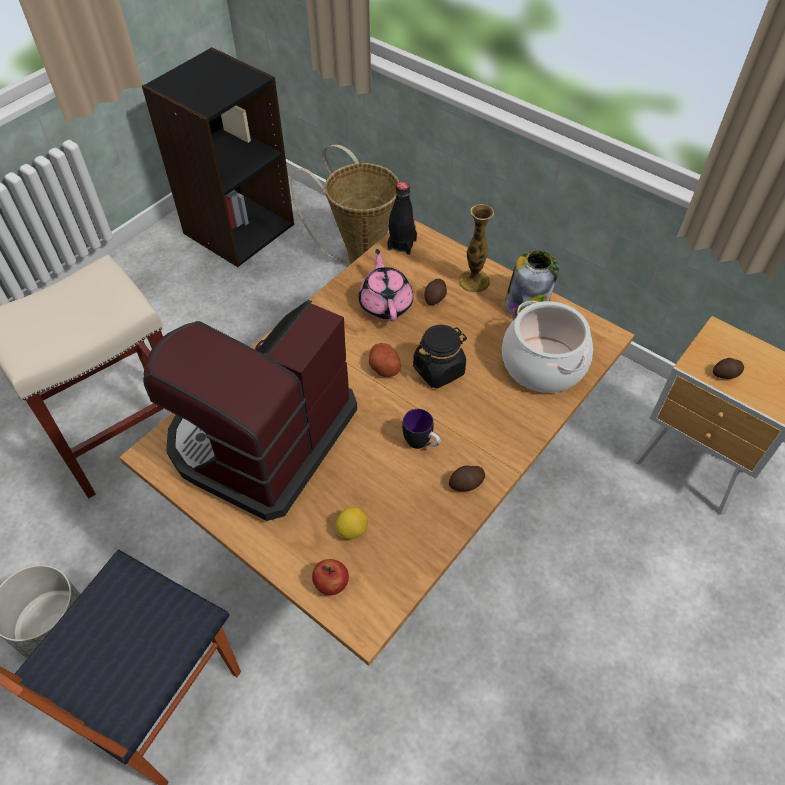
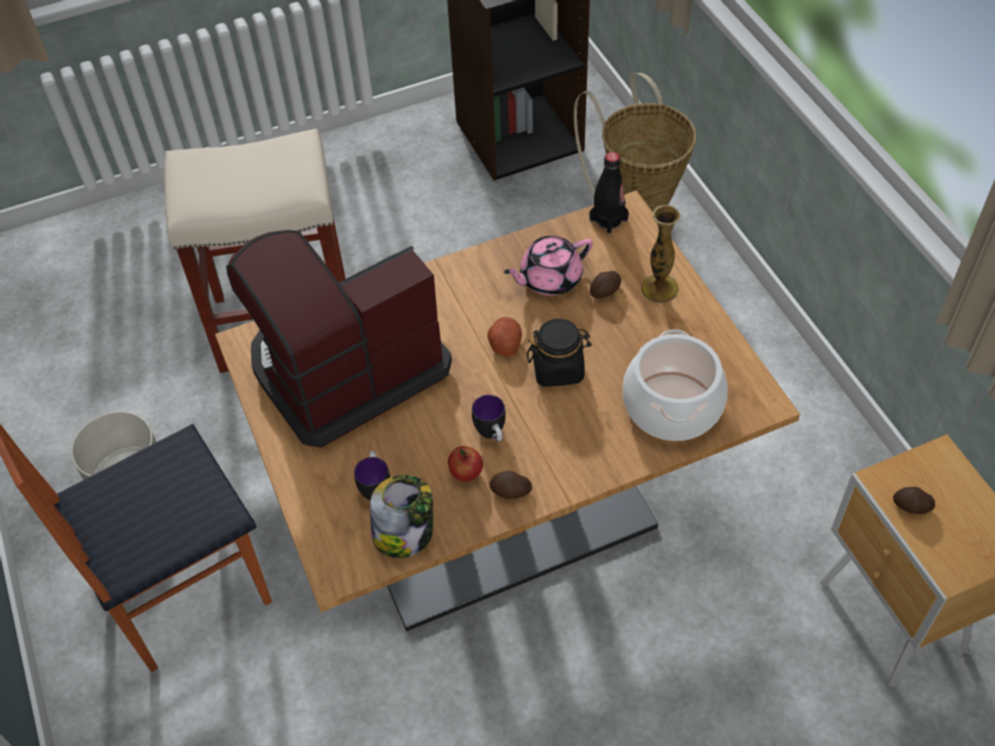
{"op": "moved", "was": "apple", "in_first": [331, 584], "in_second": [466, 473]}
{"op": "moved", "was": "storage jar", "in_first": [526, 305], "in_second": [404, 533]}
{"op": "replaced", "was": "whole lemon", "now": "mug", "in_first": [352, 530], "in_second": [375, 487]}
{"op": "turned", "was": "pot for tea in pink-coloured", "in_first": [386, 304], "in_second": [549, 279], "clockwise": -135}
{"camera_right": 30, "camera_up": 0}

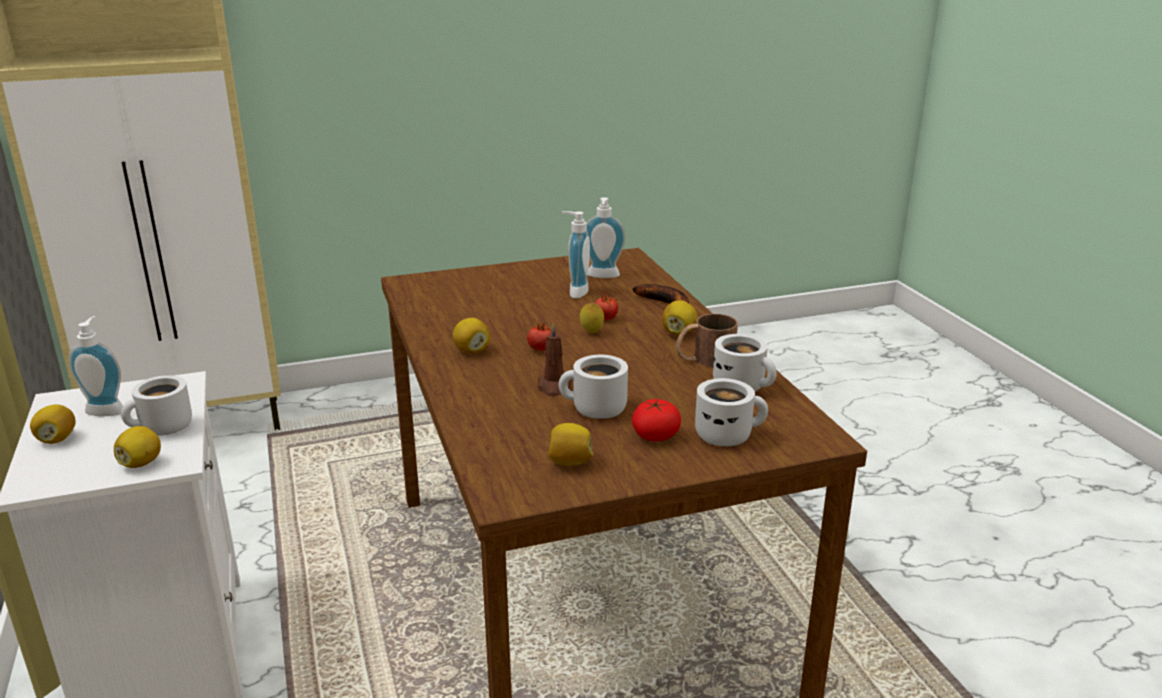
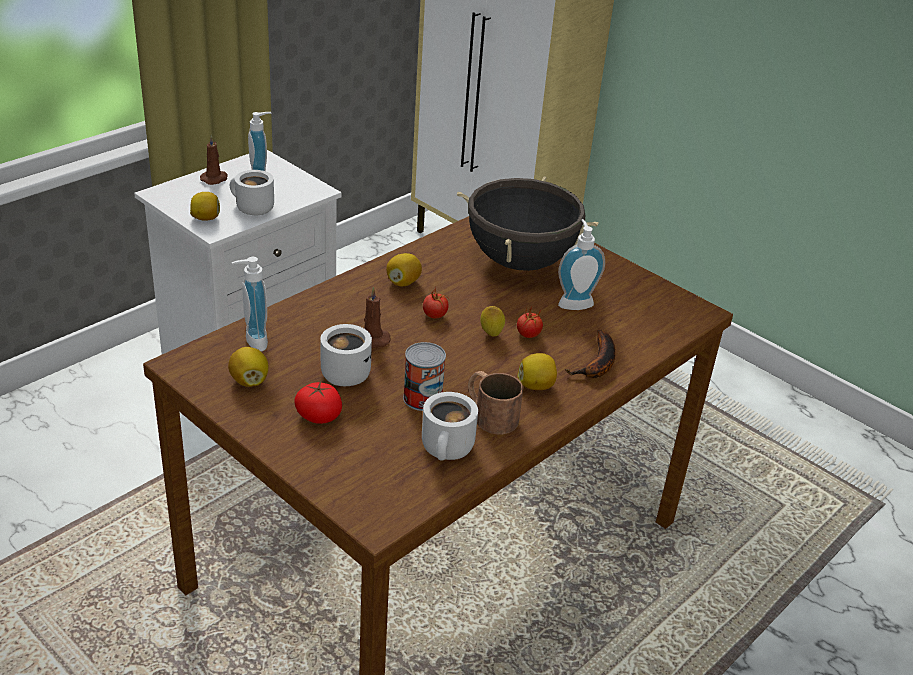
{"op": "removed", "was": "mug in white-coloured", "in_first": [727, 434]}
{"op": "added", "now": "sealed can", "in_second": [422, 398]}
{"op": "added", "now": "cooking pot in black", "in_second": [520, 262]}
{"op": "moved", "was": "soap bottle", "in_first": [603, 276], "in_second": [252, 341]}
{"op": "replaced", "was": "whole lemon", "now": "wax candle in brown-coloured", "in_first": [57, 439], "in_second": [215, 179]}
{"camera_right": 60, "camera_up": 10}

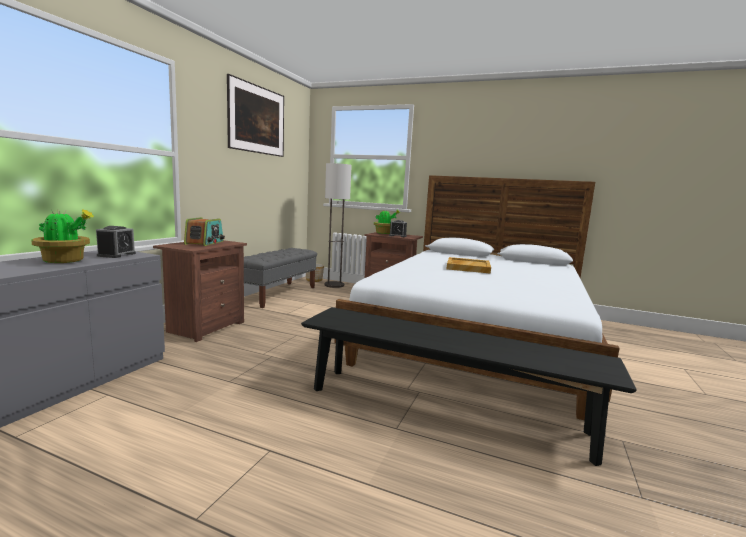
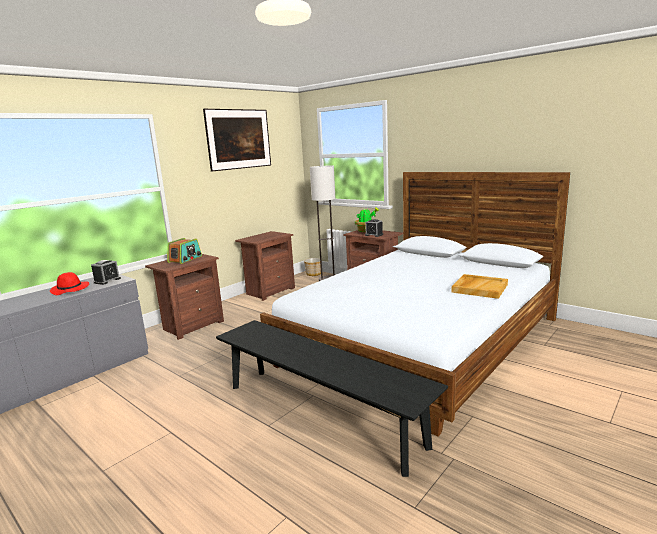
{"op": "moved", "was": "serving tray in sand-coloured", "in_first": [467, 267], "in_second": [479, 288]}
{"op": "replaced", "was": "plant in a pot", "now": "hat in red", "in_first": [65, 261], "in_second": [70, 290]}
{"op": "replaced", "was": "indoor bench in greyish", "now": "night table in brown-coloured", "in_first": [277, 294], "in_second": [269, 291]}
{"camera_right": 20, "camera_up": 5}

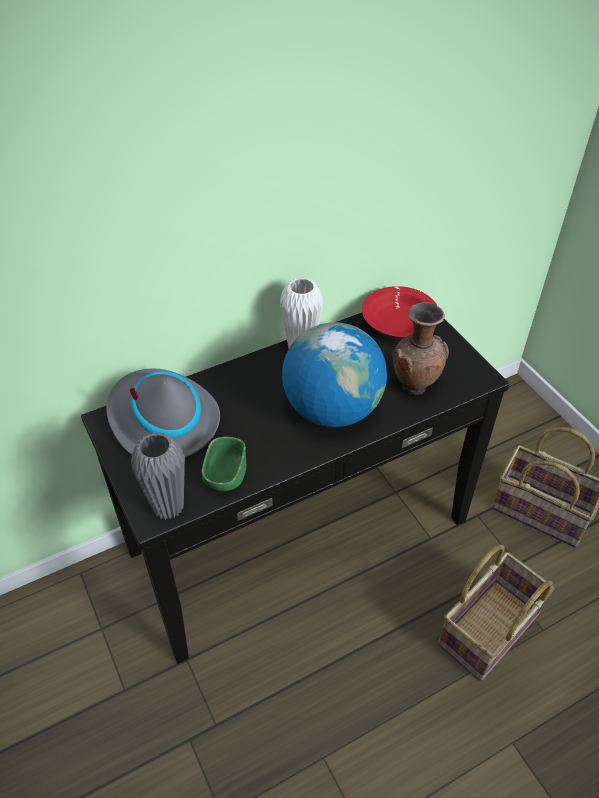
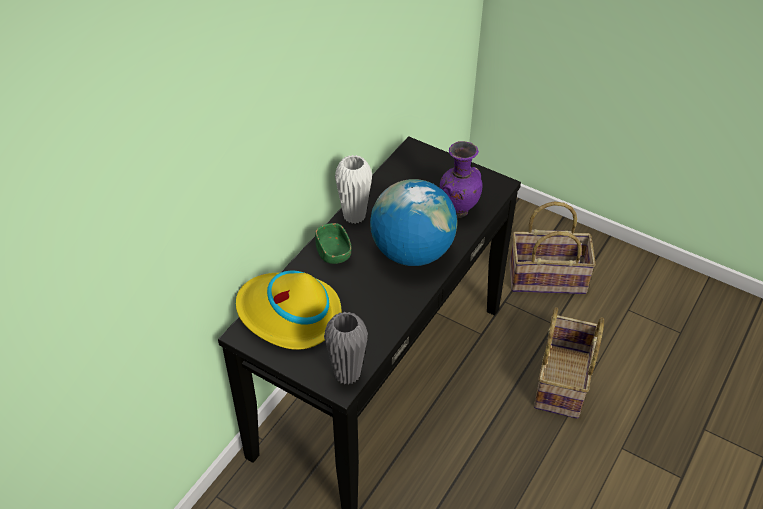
{"op": "removed", "was": "serving bowl in red", "in_first": [399, 321]}
{"op": "moved", "was": "serving bowl in green", "in_first": [225, 475], "in_second": [334, 253]}
{"op": "recoloured", "was": "hat in greyish", "now": "hat in yellow", "in_first": [162, 420], "in_second": [289, 315]}
{"op": "recoloured", "was": "decorative vase in brown-coloured", "now": "decorative vase in purple-coloured", "in_first": [414, 386], "in_second": [458, 210]}
{"camera_right": -30, "camera_up": 0}

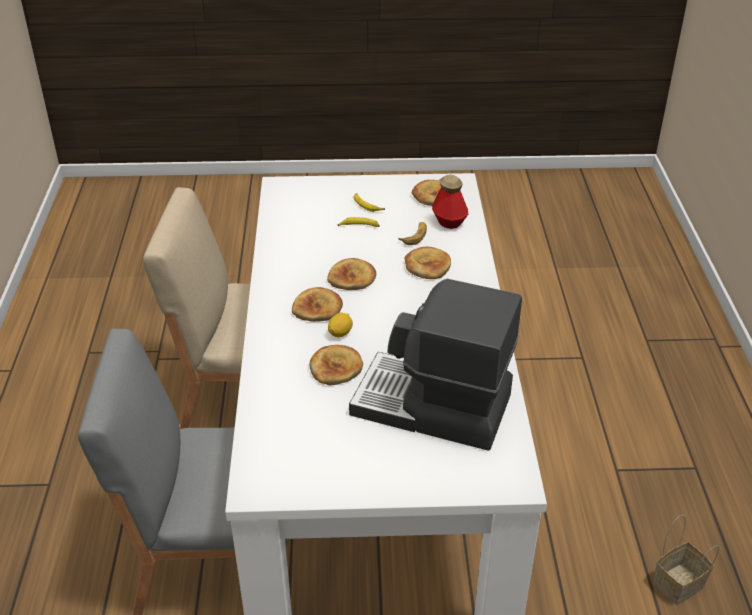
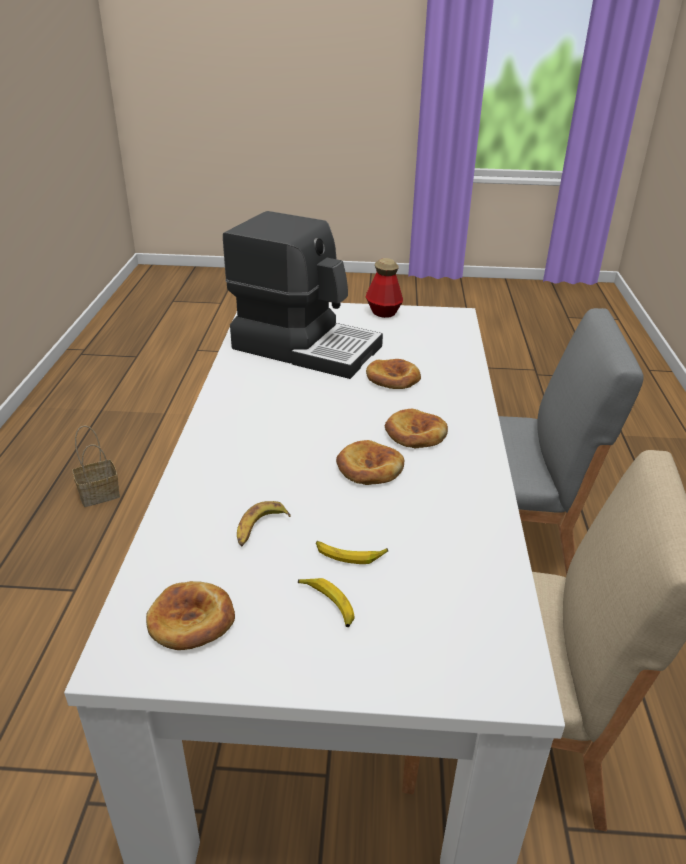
{"op": "removed", "was": "whole lemon", "in_first": [340, 333]}
{"op": "removed", "was": "baked bread", "in_first": [427, 266]}
{"op": "moved", "was": "bottle", "in_first": [449, 222], "in_second": [383, 312]}
{"camera_right": -175, "camera_up": -5}

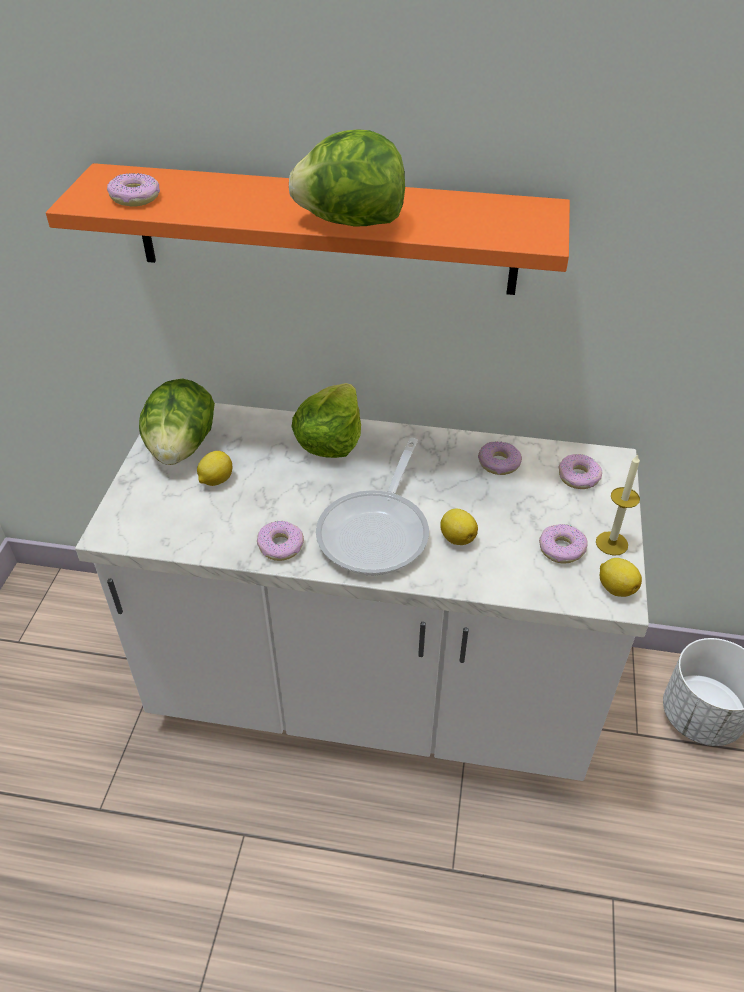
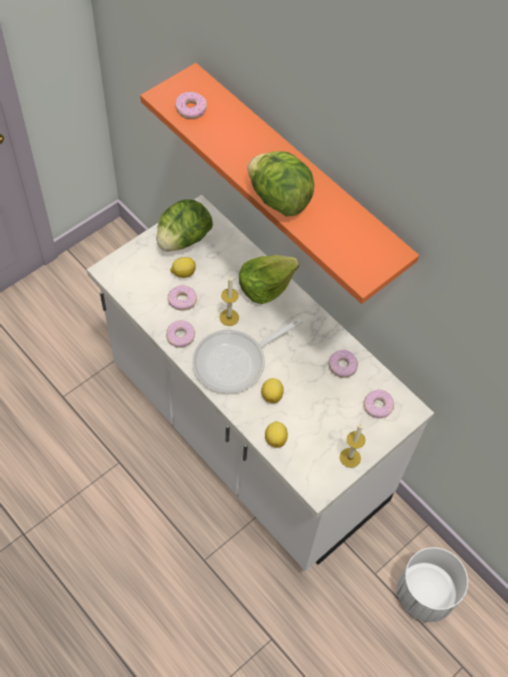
{"op": "added", "now": "wax candle", "in_second": [229, 317]}
{"op": "moved", "was": "ring doughnut", "in_first": [561, 549], "in_second": [182, 300]}
{"op": "moved", "was": "whole lemon", "in_first": [615, 588], "in_second": [276, 438]}
{"camera_right": 35, "camera_up": 15}

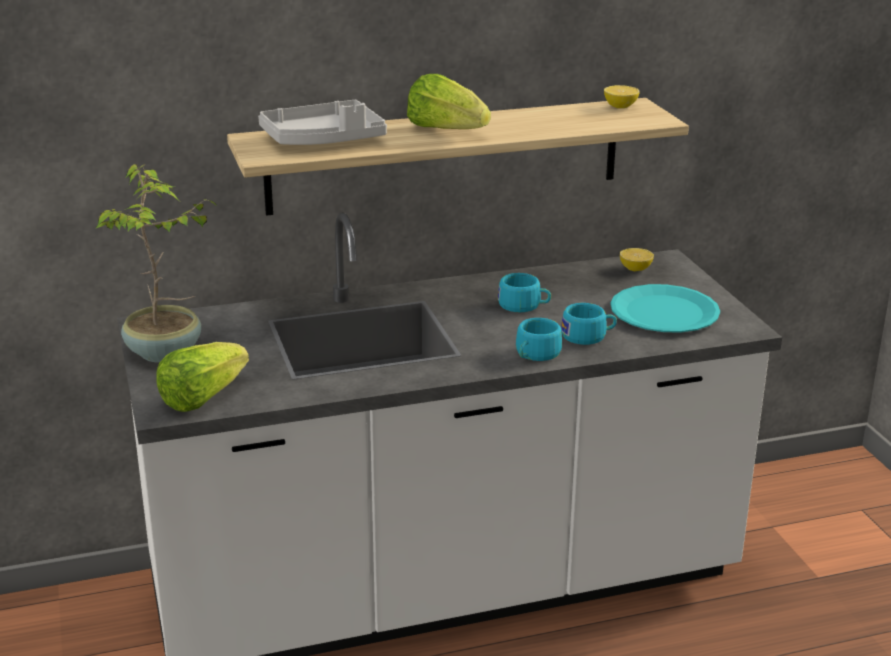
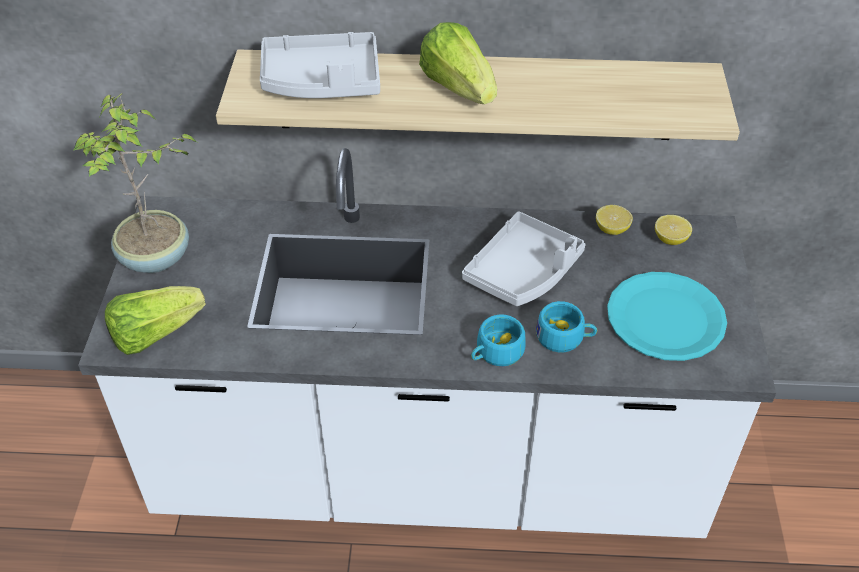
{"op": "moved", "was": "whole lemon", "in_first": [620, 106], "in_second": [611, 229]}
{"op": "replaced", "was": "small cup in turquoise", "now": "serving tray in greyish", "in_first": [524, 306], "in_second": [523, 272]}
{"camera_right": 20, "camera_up": 20}

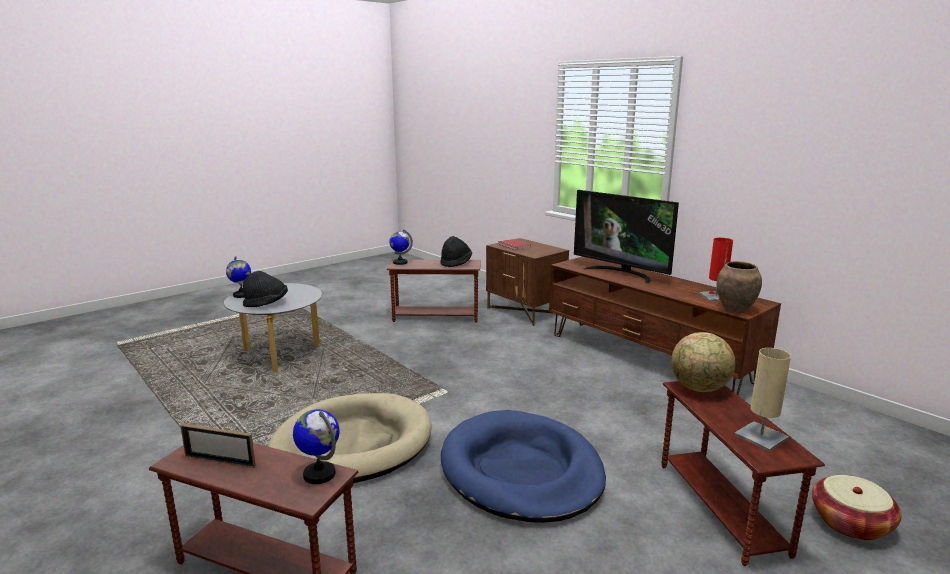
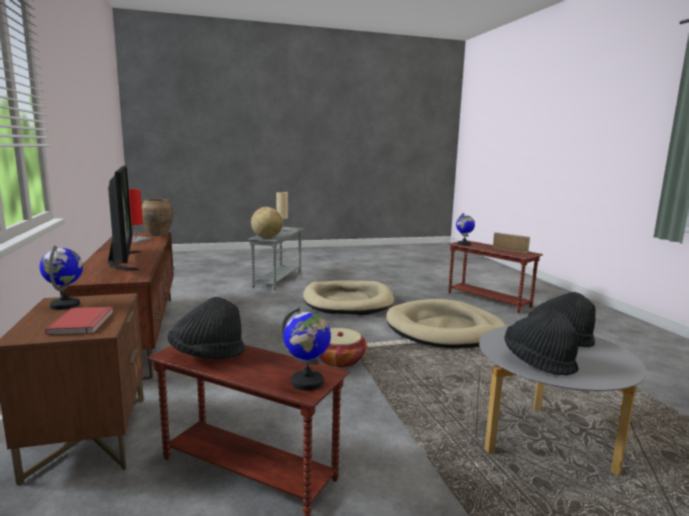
{"op": "added", "now": "hat in black", "in_second": [538, 362]}
{"op": "moved", "was": "globe", "in_first": [241, 295], "in_second": [65, 305]}
{"op": "moved", "was": "basket", "in_first": [850, 523], "in_second": [339, 360]}
{"op": "recoloured", "was": "pet bed in bluish", "now": "pet bed in sand-coloured", "in_first": [521, 471], "in_second": [347, 301]}
{"op": "recoloured", "was": "accent table in brown-coloured", "now": "accent table in greyish", "in_first": [719, 508], "in_second": [278, 279]}
{"camera_right": -155, "camera_up": -5}

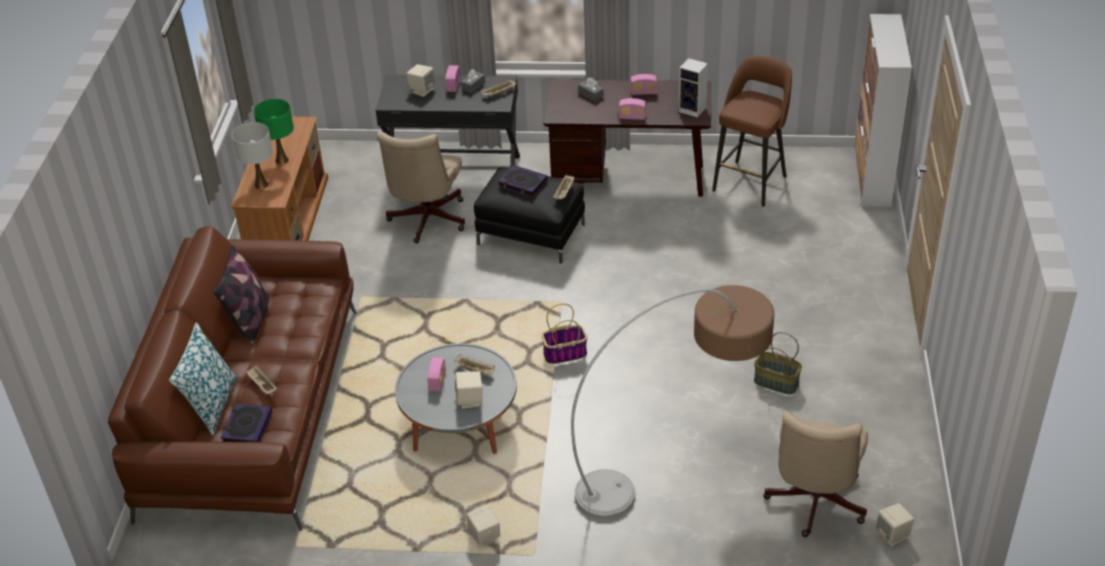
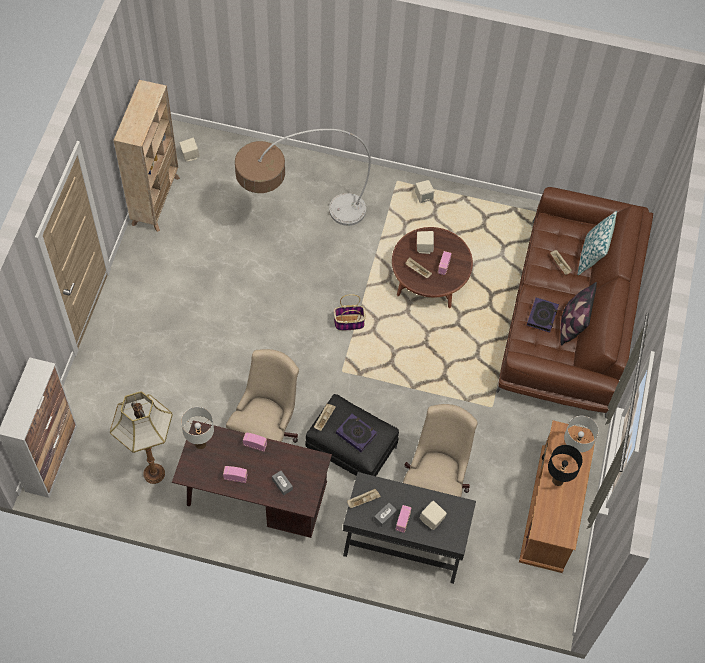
{"op": "removed", "was": "basket", "in_first": [775, 383]}
{"op": "added", "now": "shelving unit in sand-coloured", "in_second": [156, 200]}
{"op": "moved", "was": "volume", "in_first": [247, 428], "in_second": [542, 316]}
{"op": "moved", "was": "desk chair in sand-coloured", "in_first": [813, 504], "in_second": [266, 430]}
{"op": "replaced", "was": "audio speaker", "now": "lamp for a table in white-coloured", "in_first": [693, 109], "in_second": [200, 444]}
{"op": "replaced", "was": "sitting stool in brown-coloured", "now": "standing lamp", "in_first": [751, 182], "in_second": [153, 474]}
{"op": "recoloured", "was": "lamp for a table in green", "now": "lamp for a table in black", "in_first": [282, 161], "in_second": [558, 480]}
{"op": "recoloured", "was": "lounge table in greyish", "now": "lounge table in brown-coloured", "in_first": [460, 422], "in_second": [429, 279]}
{"camera_right": -175, "camera_up": 20}

